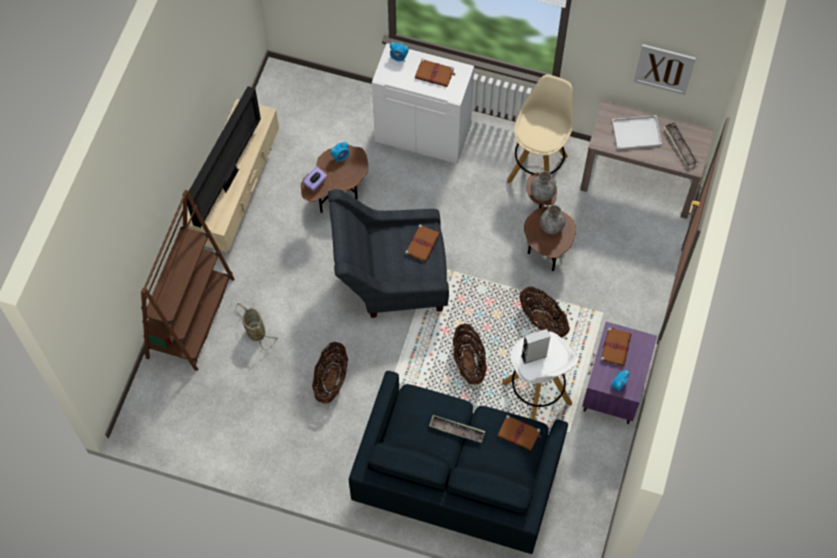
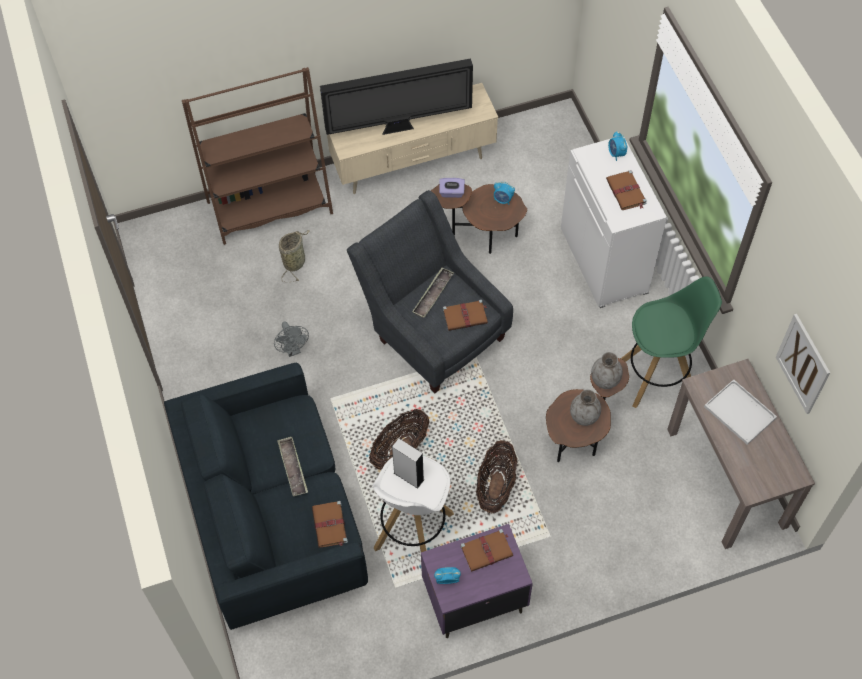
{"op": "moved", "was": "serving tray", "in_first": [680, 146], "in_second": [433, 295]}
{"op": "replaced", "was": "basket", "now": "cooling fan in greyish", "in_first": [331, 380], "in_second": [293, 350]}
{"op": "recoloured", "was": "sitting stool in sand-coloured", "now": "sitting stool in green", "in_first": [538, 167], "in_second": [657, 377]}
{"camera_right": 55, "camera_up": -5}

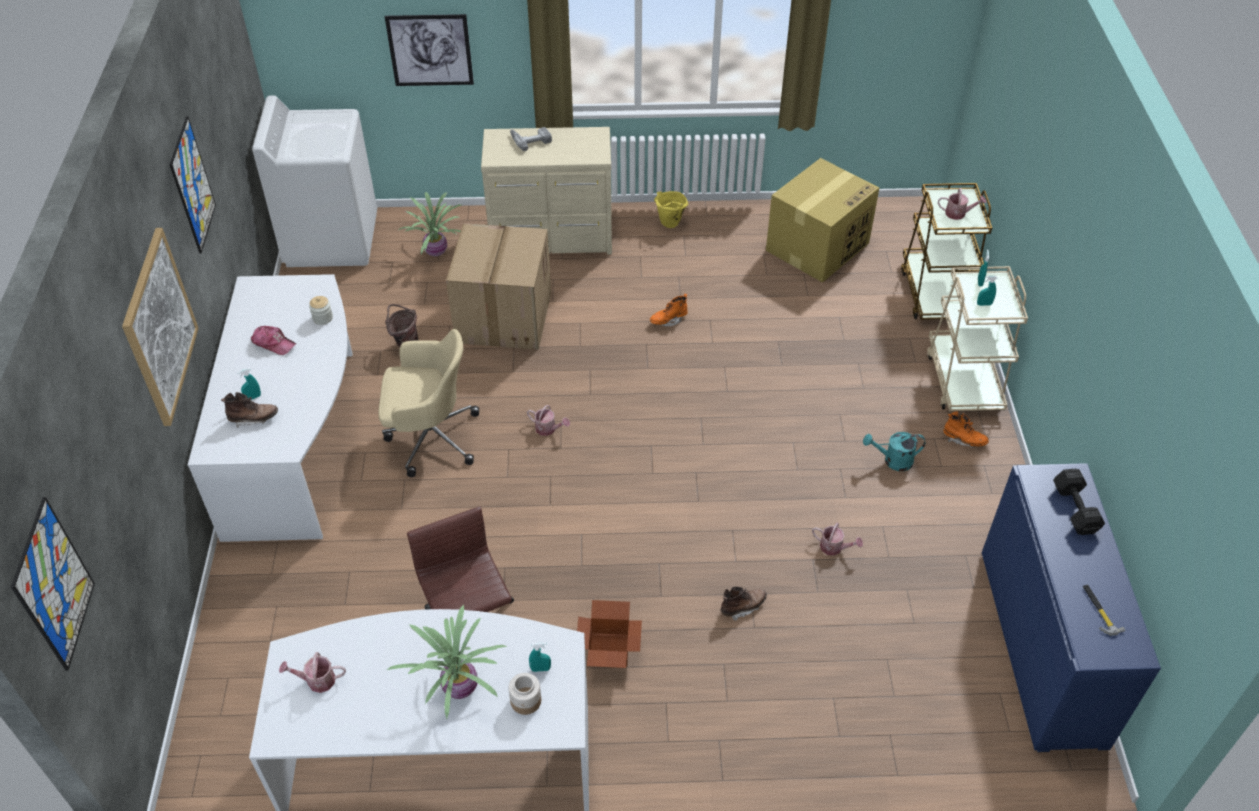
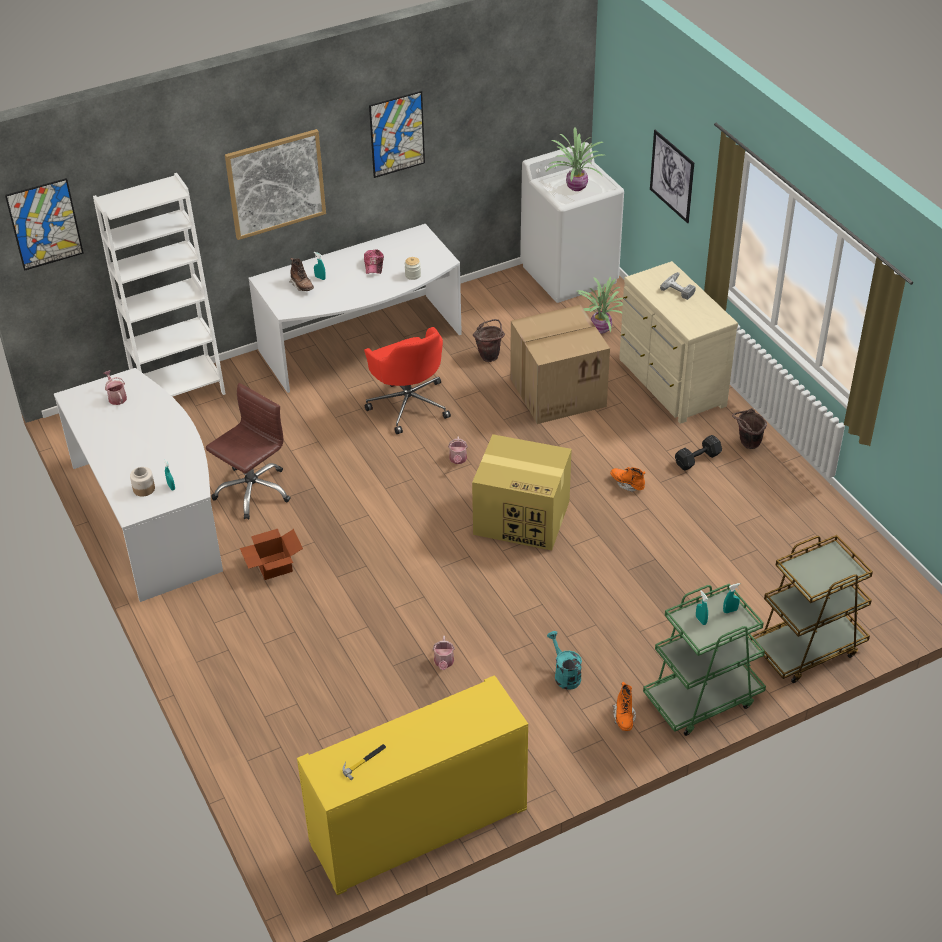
{"op": "removed", "was": "tall boot in brown-coloured", "in_first": [742, 607]}
{"op": "removed", "was": "watering can", "in_first": [958, 213]}
{"op": "added", "now": "shelving unit in white-coloured", "in_second": [179, 393]}
{"op": "moved", "was": "plant in a pot", "in_first": [458, 686], "in_second": [576, 186]}
{"op": "moved", "was": "packing box", "in_first": [818, 246], "in_second": [523, 517]}
{"op": "moved", "was": "hand weight in black", "in_first": [1075, 508], "in_second": [698, 459]}
{"op": "recoloured", "was": "desk chair in sand-coloured", "now": "desk chair in red", "in_first": [430, 437], "in_second": [409, 404]}
{"op": "recoloured", "was": "water bucket in yellow", "now": "water bucket in brown-coloured", "in_first": [669, 225], "in_second": [747, 444]}
{"op": "recoloured", "was": "cart in sand-coloured", "now": "cart in green", "in_first": [963, 380], "in_second": [702, 699]}
{"op": "recoloured", "was": "cupboard in bluish", "now": "cupboard in yellow", "in_first": [1041, 646], "in_second": [419, 826]}
{"camera_right": 65, "camera_up": -5}

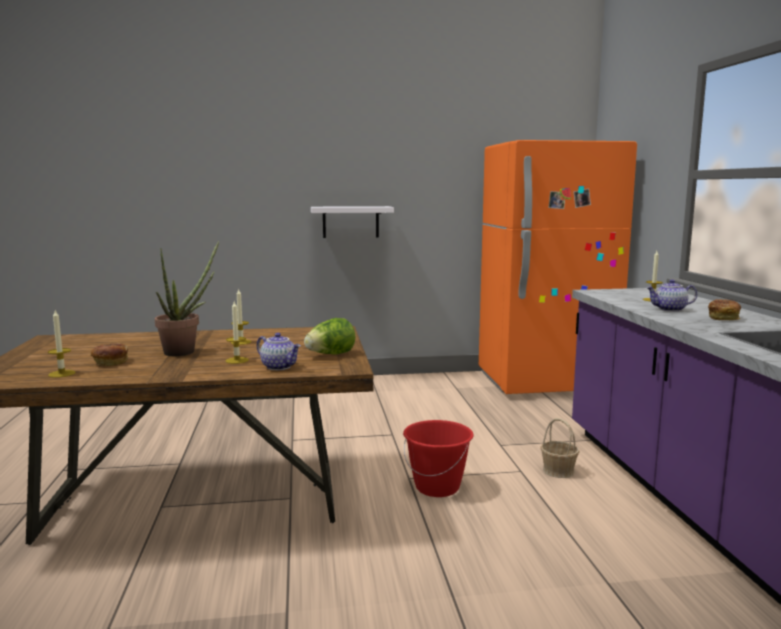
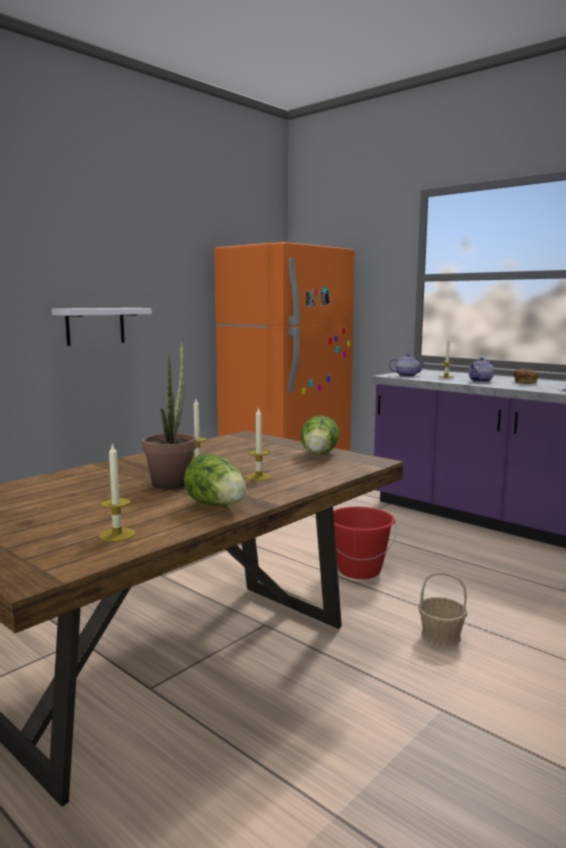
{"op": "removed", "was": "baked bread", "in_first": [110, 363]}
{"op": "added", "now": "lettuce head", "in_second": [217, 505]}
{"op": "moved", "was": "pot for tea", "in_first": [279, 367], "in_second": [407, 375]}
{"op": "moved", "was": "basket", "in_first": [558, 471], "in_second": [440, 636]}
{"camera_right": -40, "camera_up": 0}

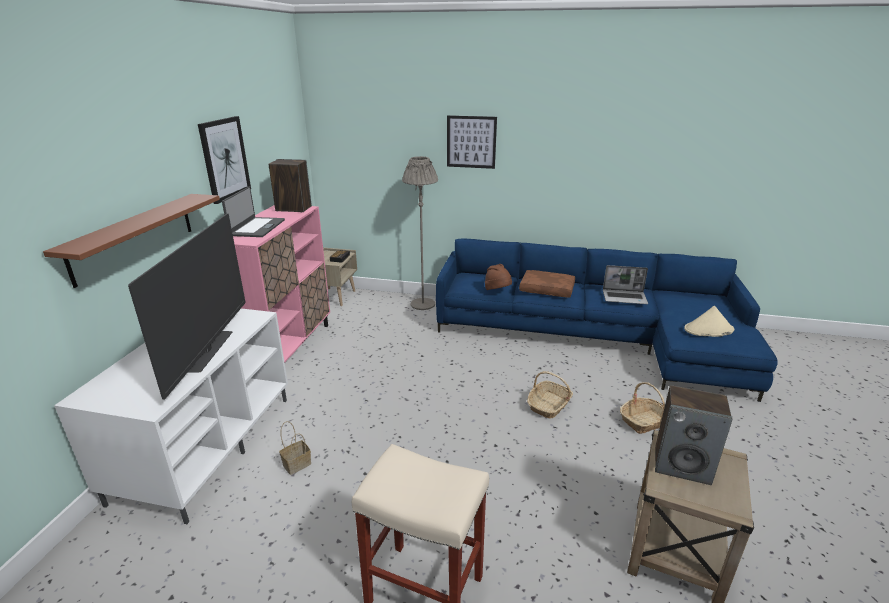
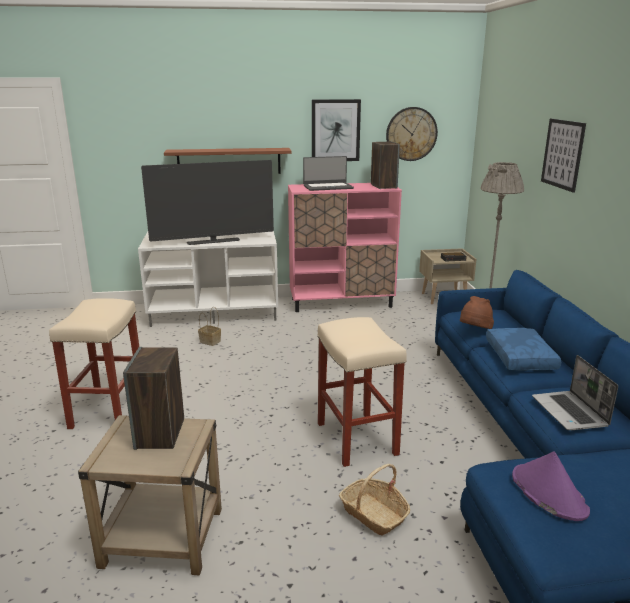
{"op": "added", "now": "hanging clock", "in_second": [411, 134]}
{"op": "replaced", "was": "basket", "now": "sitting stool in sand-coloured", "in_first": [549, 405], "in_second": [355, 438]}
{"op": "recoloured", "was": "pillow in brown-coloured", "now": "pillow in bluish", "in_first": [547, 289], "in_second": [521, 357]}
{"op": "recoloured", "was": "hat in sand-coloured", "now": "hat in purple-coloured", "in_first": [708, 330], "in_second": [548, 493]}
{"camera_right": 70, "camera_up": -5}

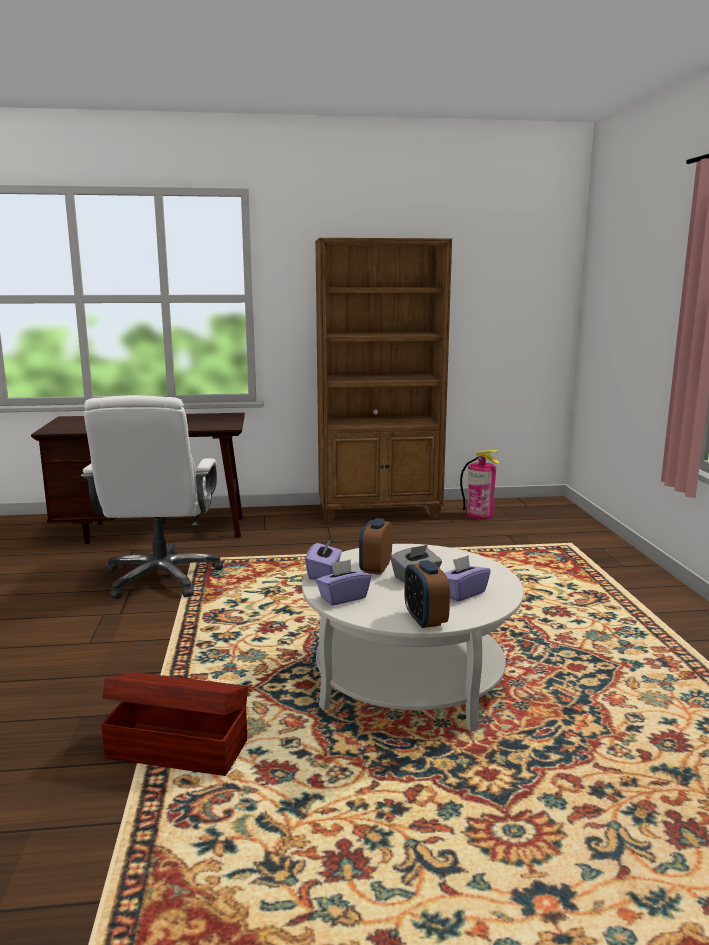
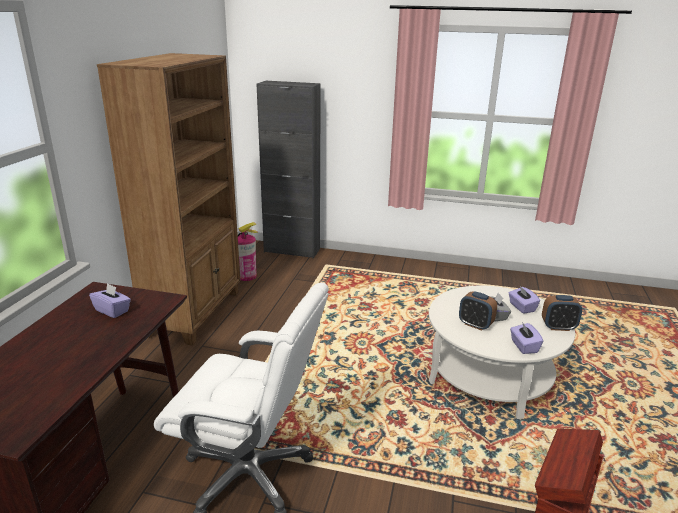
{"op": "added", "now": "cupboard in black", "in_second": [292, 250]}
{"op": "moved", "was": "box of tissues in purple-coloured", "in_first": [324, 573], "in_second": [112, 310]}
{"camera_right": -70, "camera_up": 10}

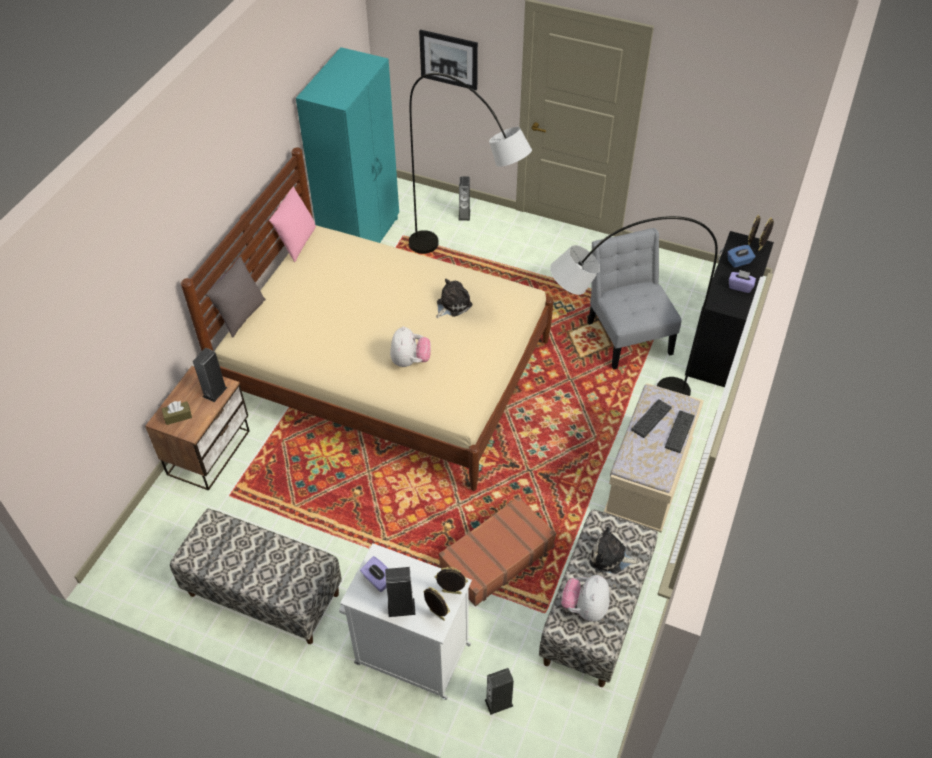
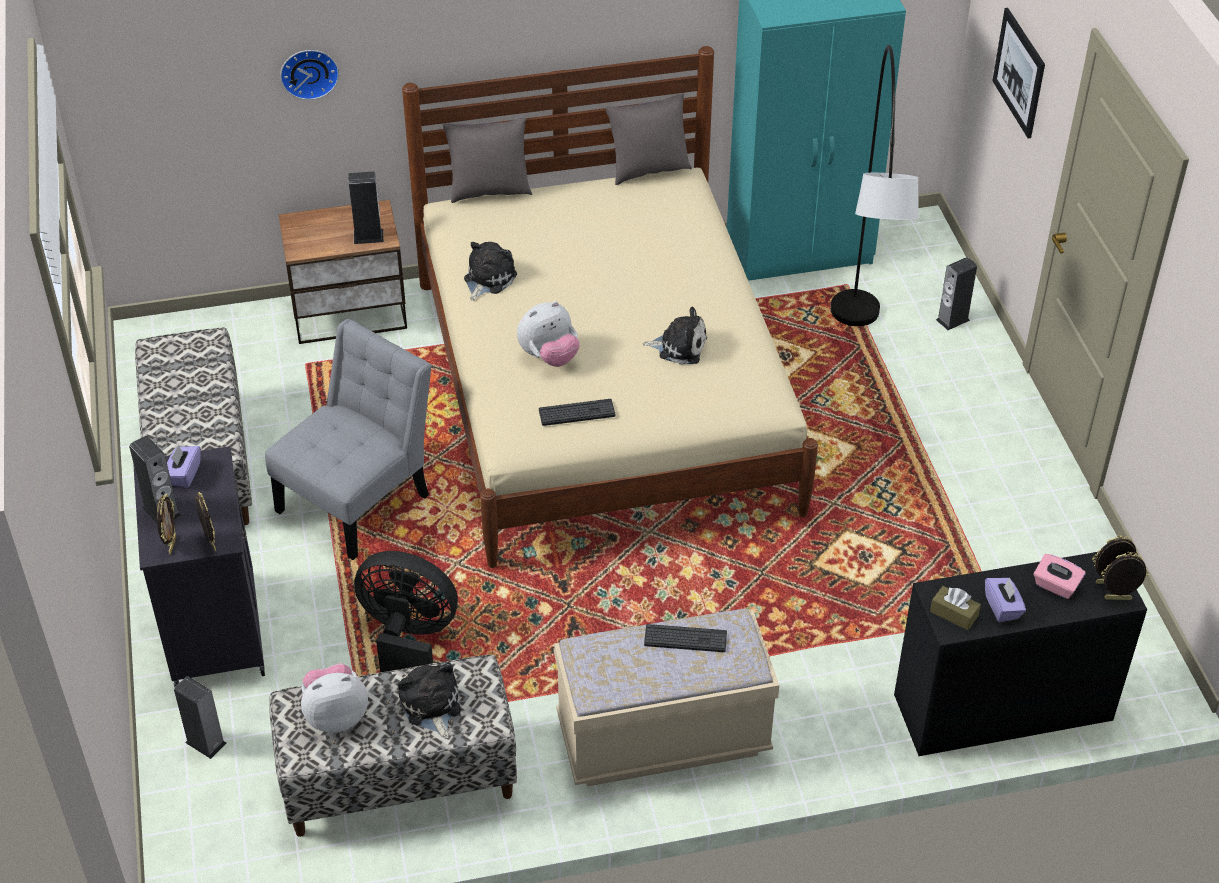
{"op": "removed", "was": "standing lamp in greyish", "in_first": [610, 401]}
{"op": "added", "now": "hanging clock", "in_second": [309, 72]}
{"op": "added", "now": "cuddly toy", "in_second": [487, 279]}
{"op": "moved", "was": "box of tissues in brown-coloured", "in_first": [178, 416], "in_second": [954, 613]}
{"op": "moved", "was": "upright chair in greyish", "in_first": [627, 334], "in_second": [359, 498]}
{"op": "moved", "was": "computer keyboard", "in_first": [679, 431], "in_second": [577, 413]}
{"op": "replaced", "was": "travel case in brown-coloured", "now": "cooling fan in black", "in_first": [496, 556], "in_second": [408, 638]}
{"op": "recoloured", "was": "pillow in pink-coloured", "now": "pillow in greyish", "in_first": [297, 243], "in_second": [648, 170]}
{"op": "recoloured", "was": "cupboard in white-coloured", "now": "cupboard in black", "in_first": [410, 653], "in_second": [214, 628]}
{"op": "recoloured", "was": "box of tissues in bluish", "now": "box of tissues in pink-coloured", "in_first": [739, 262], "in_second": [1056, 586]}
{"camera_right": 55, "camera_up": -5}

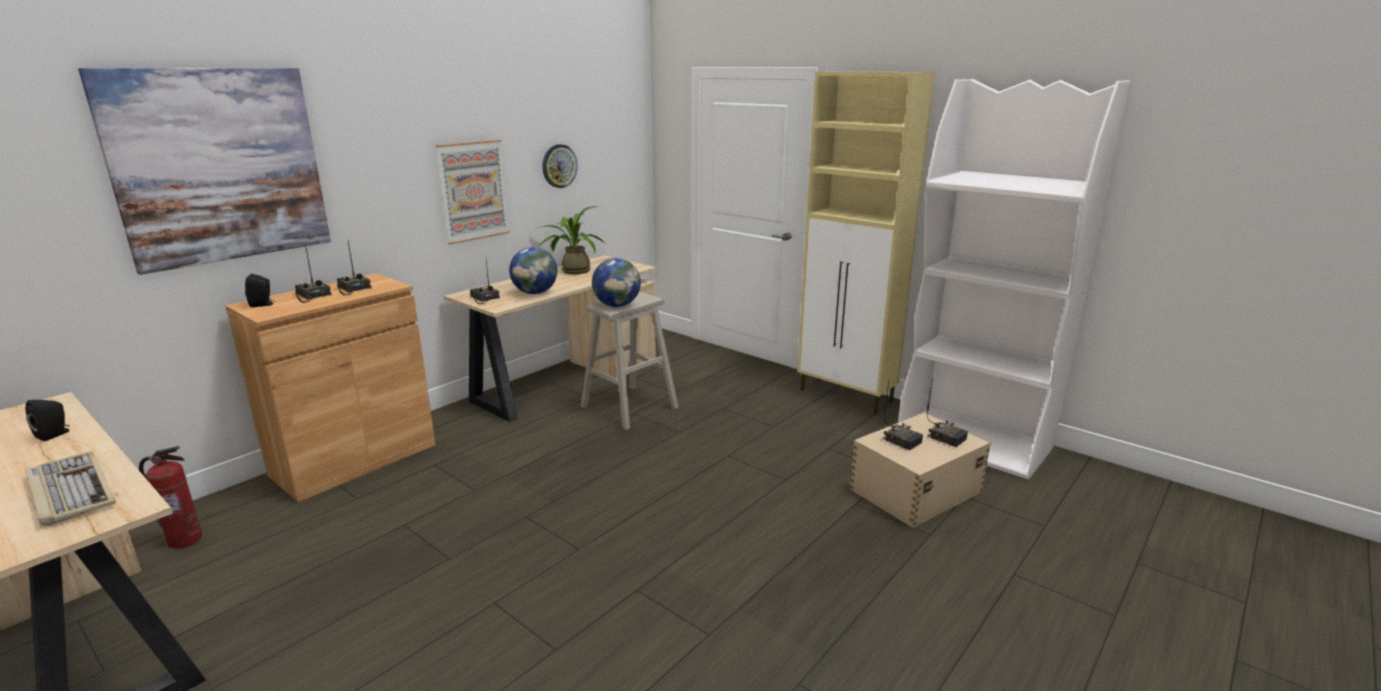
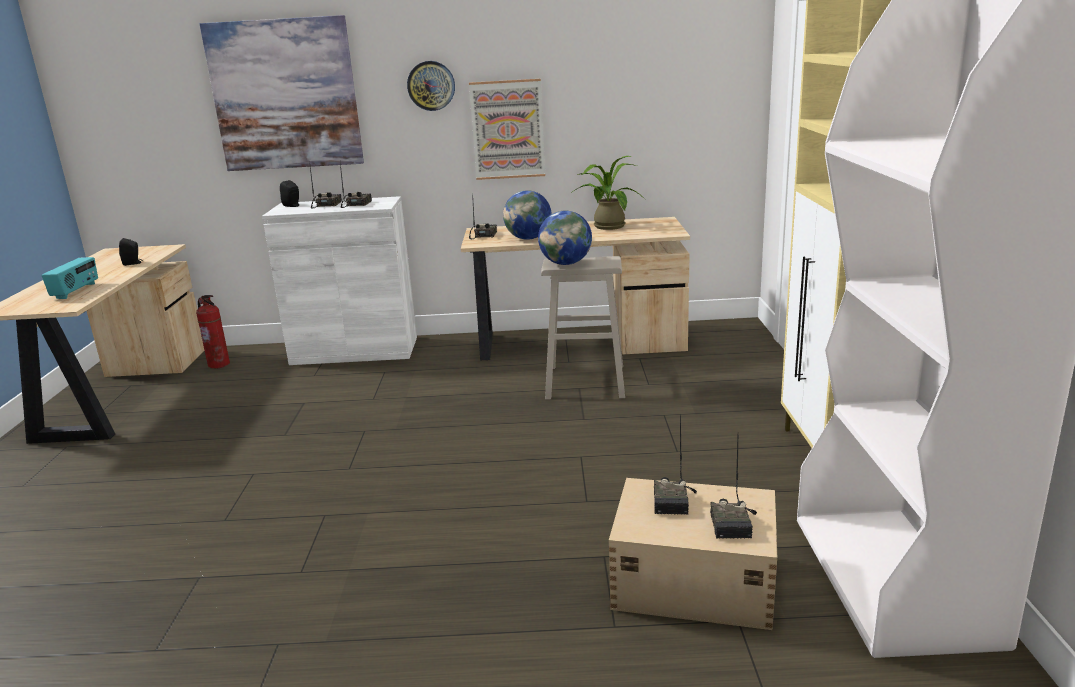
{"op": "moved", "was": "hanging clock", "in_first": [559, 166], "in_second": [431, 85]}
{"op": "replaced", "was": "computer keyboard", "now": "radio", "in_first": [69, 491], "in_second": [76, 291]}
{"op": "recoloured", "was": "cupboard in brown-coloured", "now": "cupboard in white-coloured", "in_first": [354, 460], "in_second": [355, 351]}
{"camera_right": 50, "camera_up": 0}

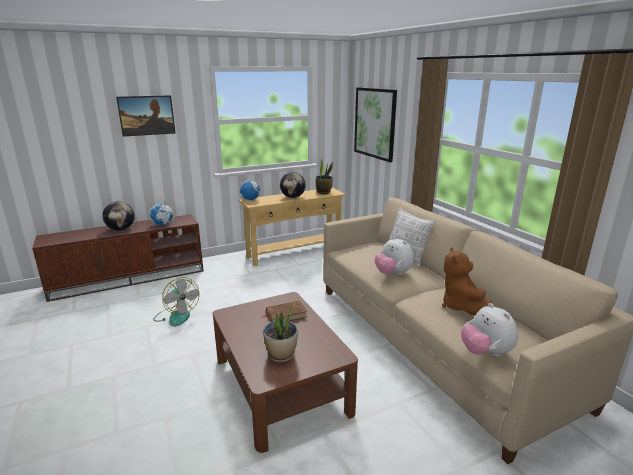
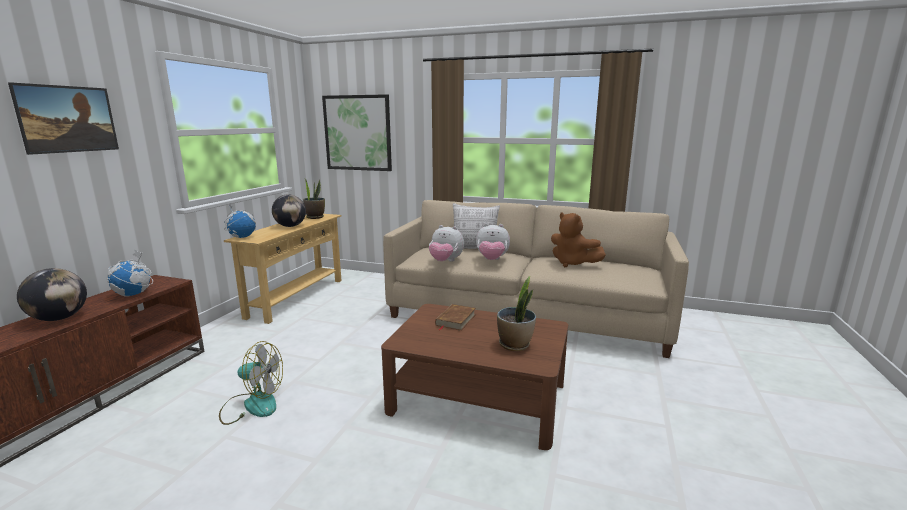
{"op": "moved", "was": "cuddly toy", "in_first": [485, 352], "in_second": [445, 261]}
{"camera_right": -45, "camera_up": -5}

